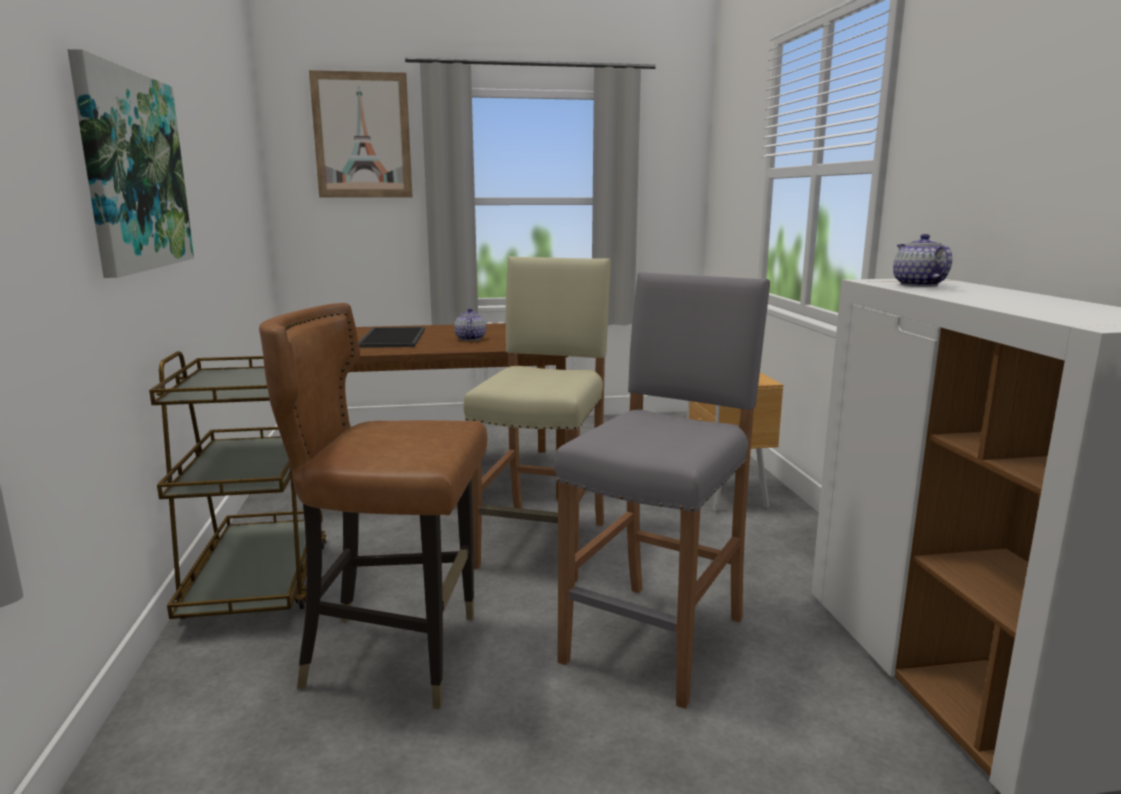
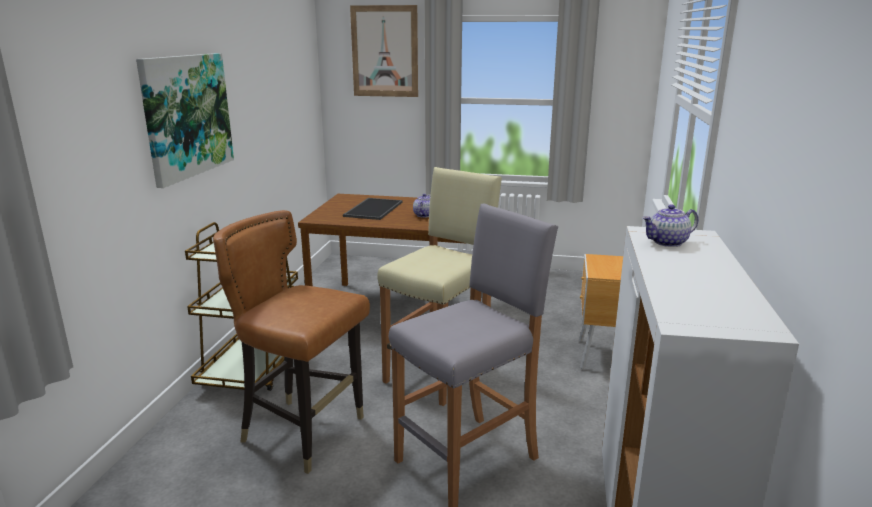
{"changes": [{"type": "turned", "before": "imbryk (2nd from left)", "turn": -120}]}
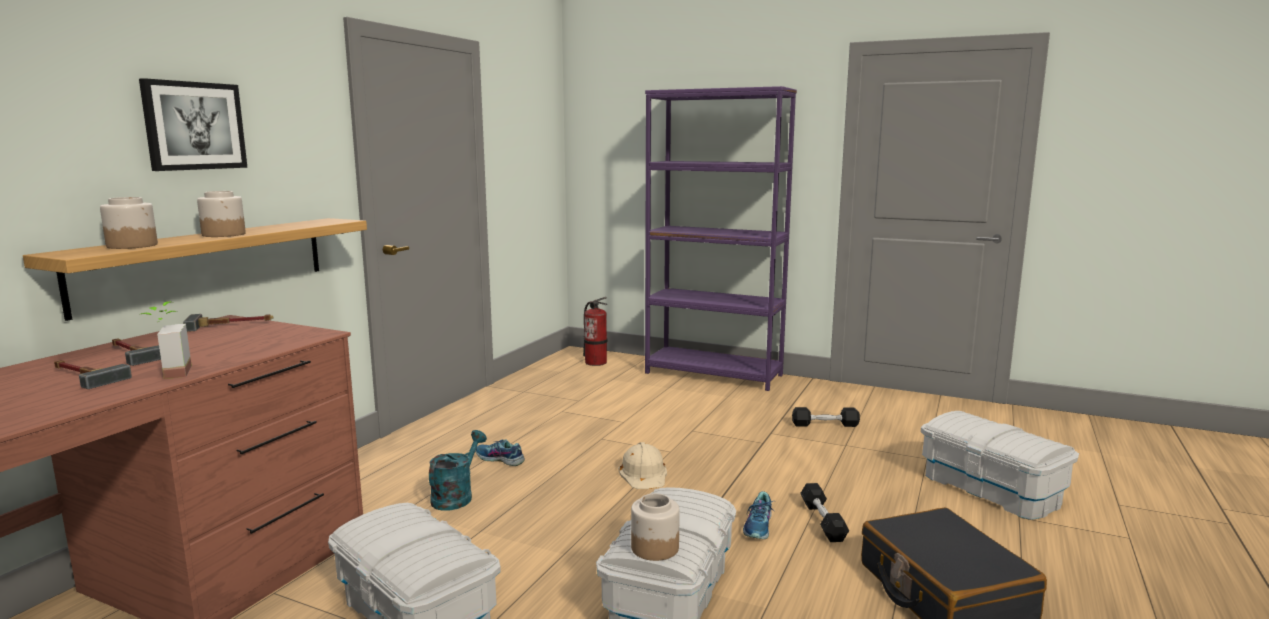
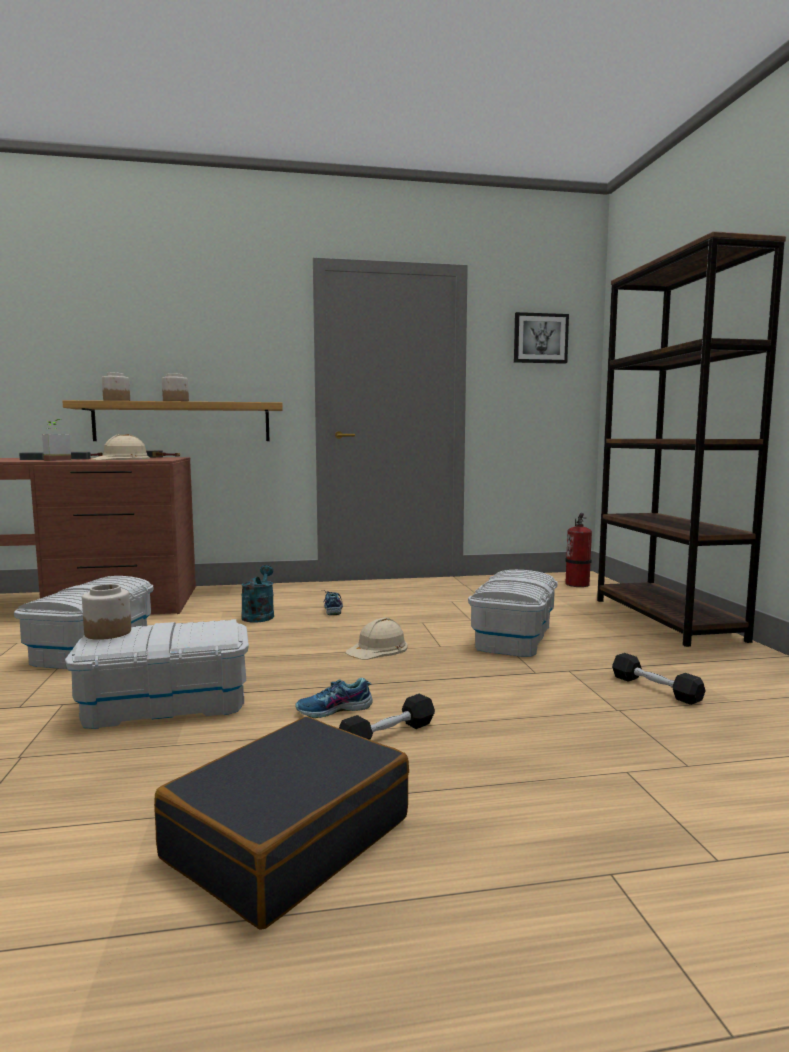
{"changes": [{"type": "moved", "before": "obraz"}, {"type": "recoloured", "before": "regał/fioletowy", "after": "regał/brązowy"}, {"type": "moved", "before": "pojemnik do przechowywania/biały (3rd from left)"}, {"type": "turned", "before": "konewka/turkusowy", "turn": -75}, {"type": "added", "after": "kask/beżowy (1st from left)"}]}
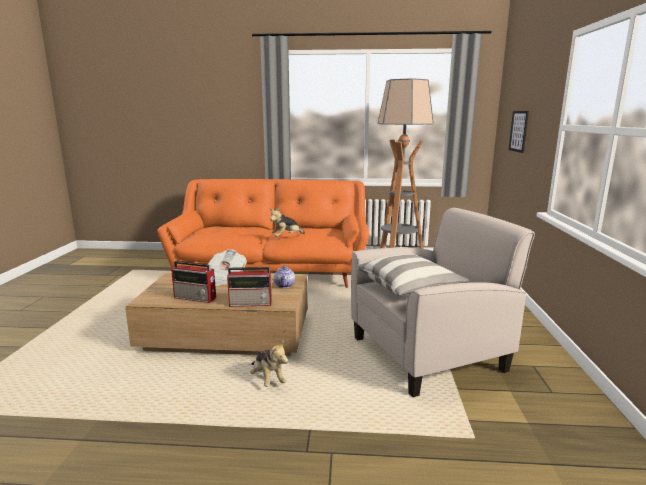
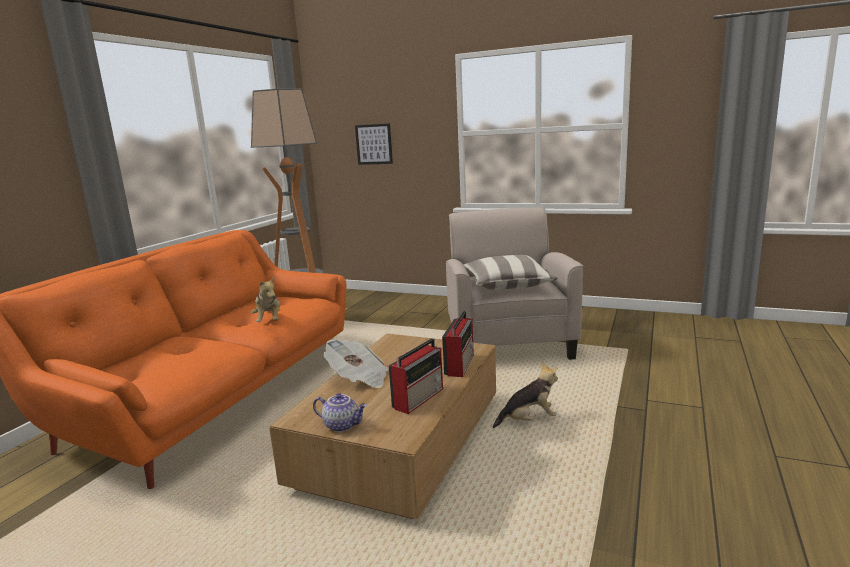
{"changes": [{"type": "moved", "before": "imbryk"}]}
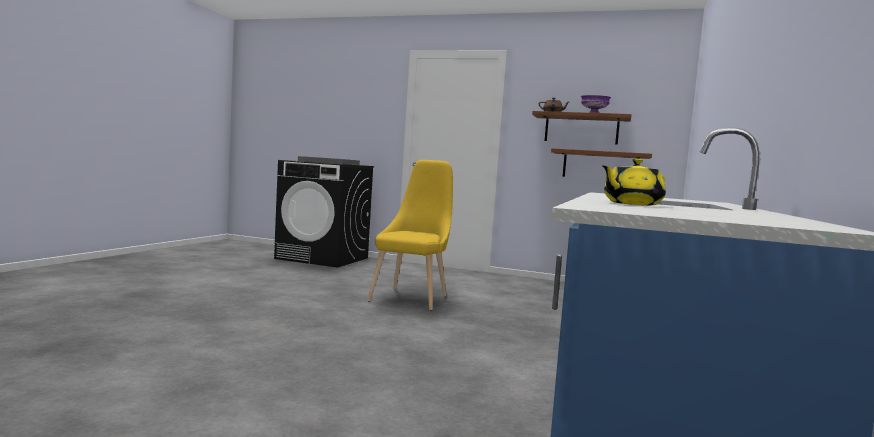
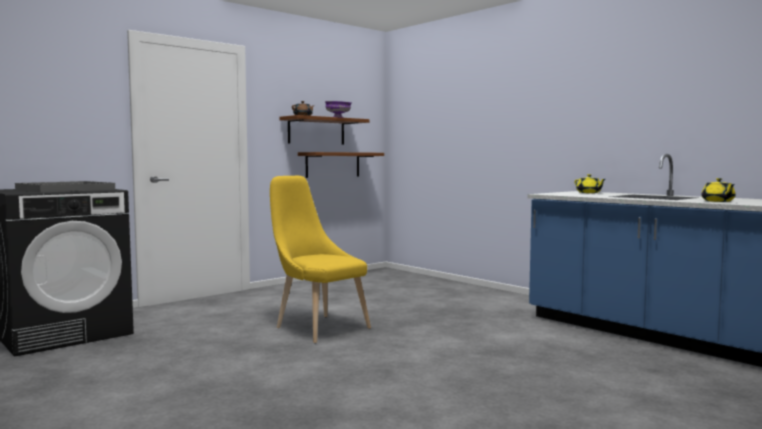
{"changes": [{"type": "added", "after": "imbryk/żółty (1st from left)"}]}
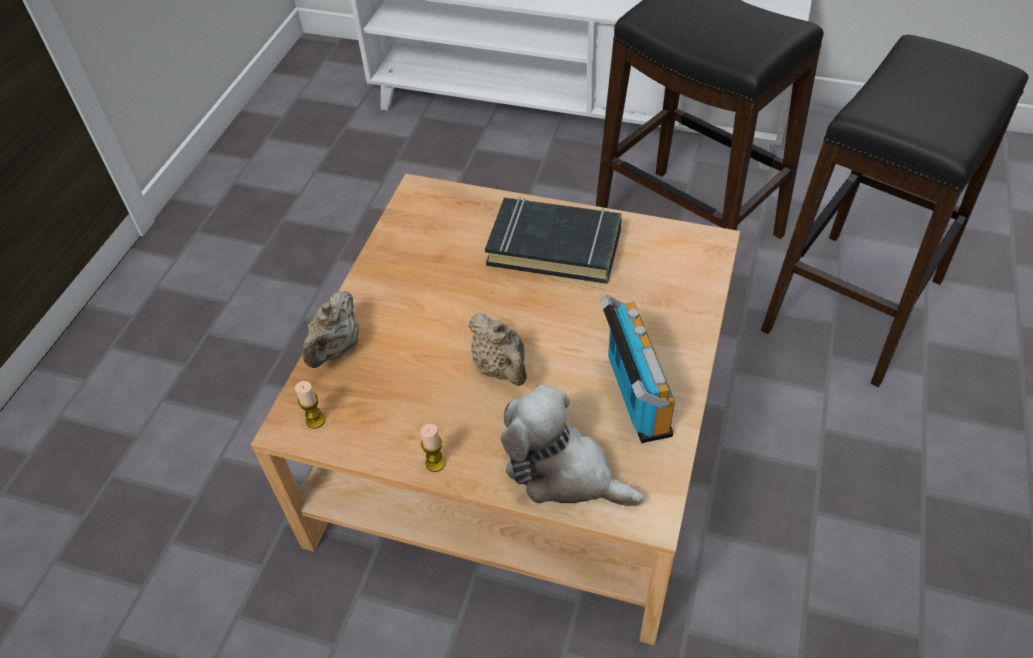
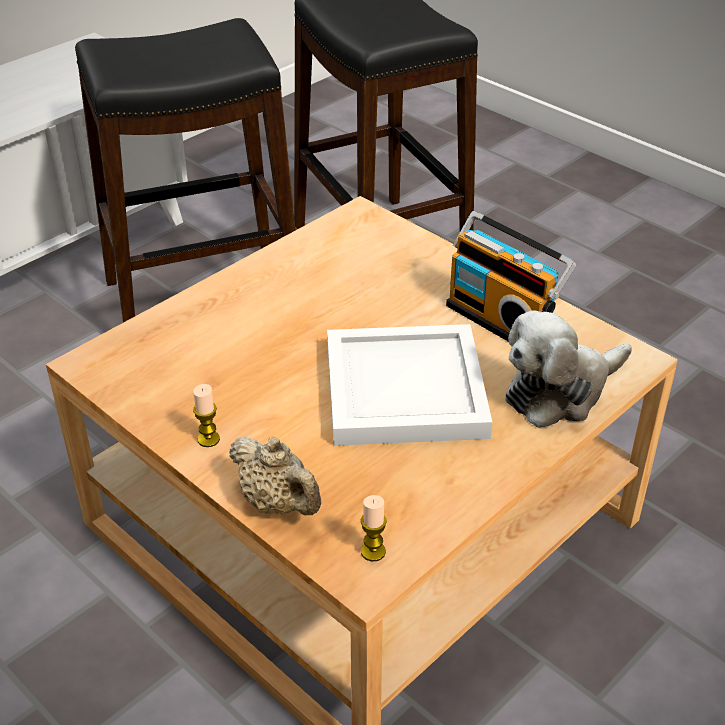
{"changes": [{"type": "removed", "before": "książka/czarny"}, {"type": "turned", "before": "radio", "turn": -150}, {"type": "replaced", "before": "imbryk/beżowy (2nd from left)", "after": "taca/biały"}, {"type": "moved", "before": "świeca (2nd from left in the first image)", "after": "świeca (1st from left)"}]}
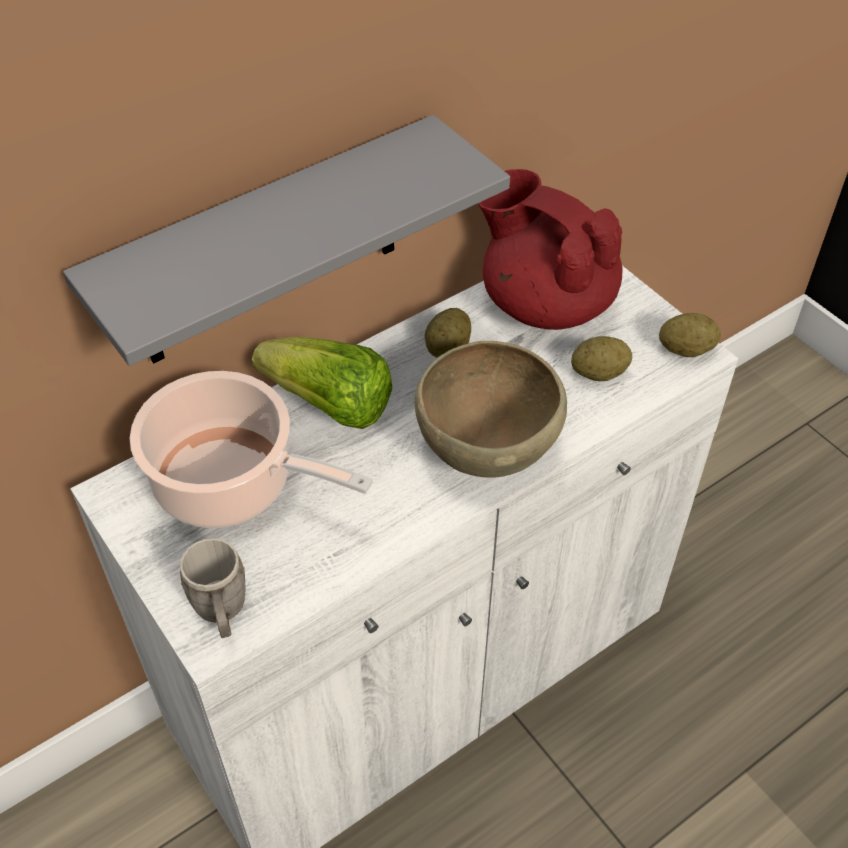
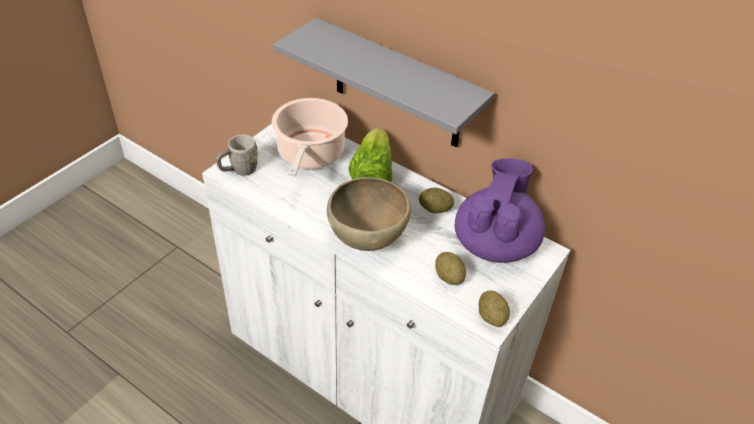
{"changes": [{"type": "recoloured", "before": "imbryk/czerwony", "after": "imbryk/fioletowy"}]}
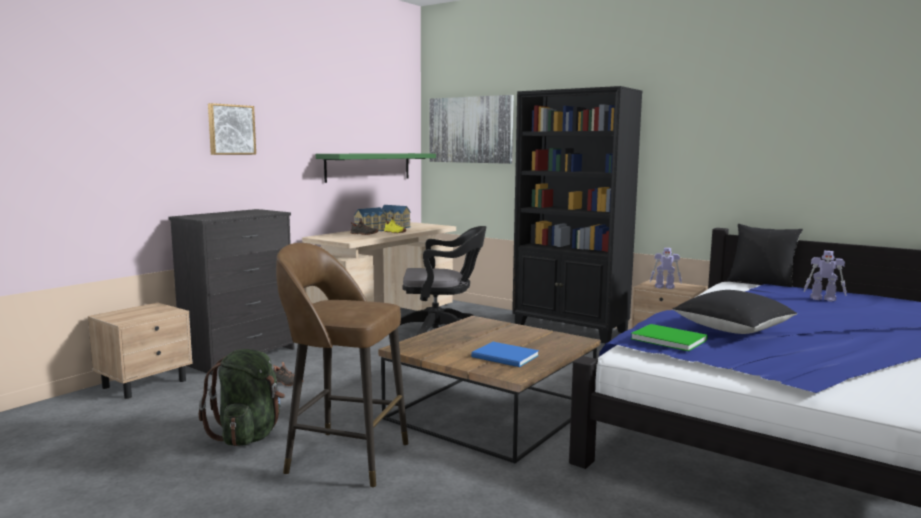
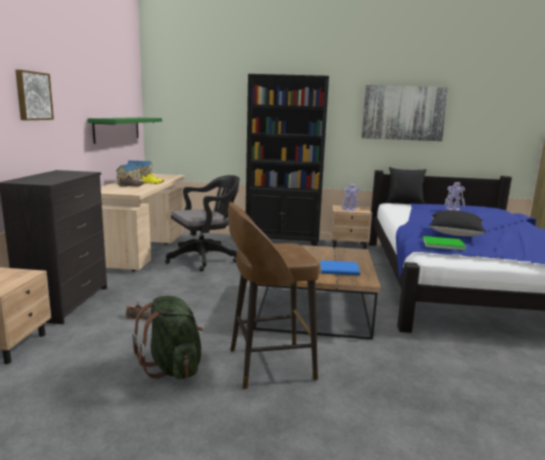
{"changes": [{"type": "moved", "before": "obraz (2nd from left)"}]}
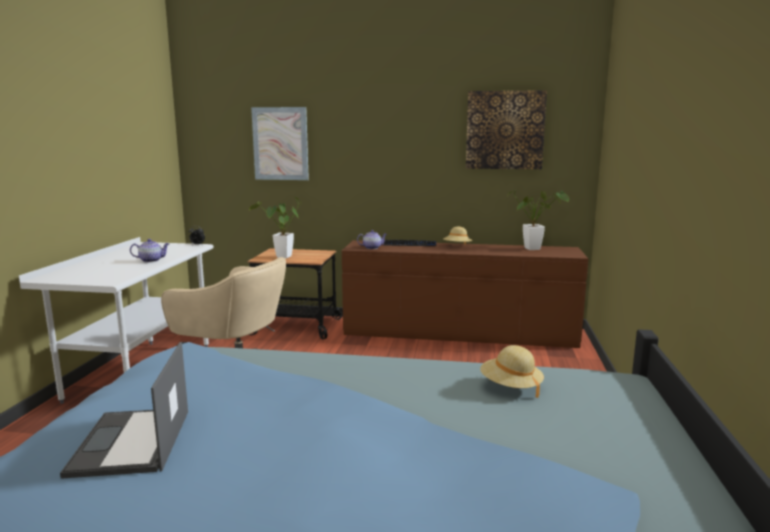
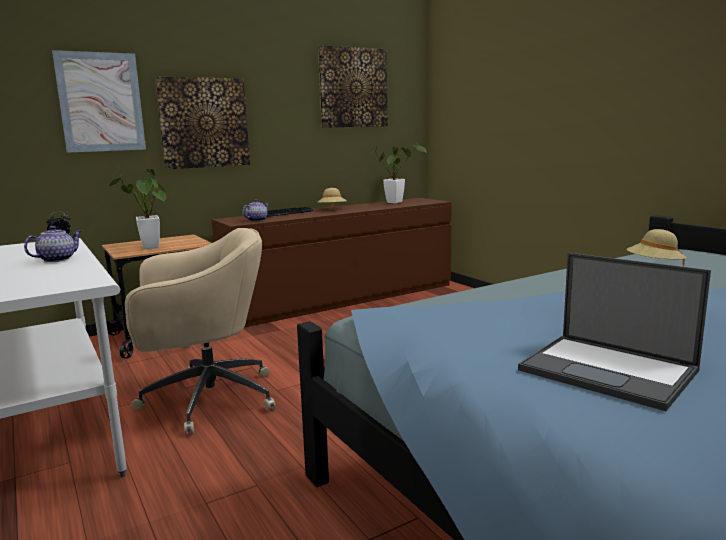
{"changes": [{"type": "added", "after": "obraz (2nd from left)"}]}
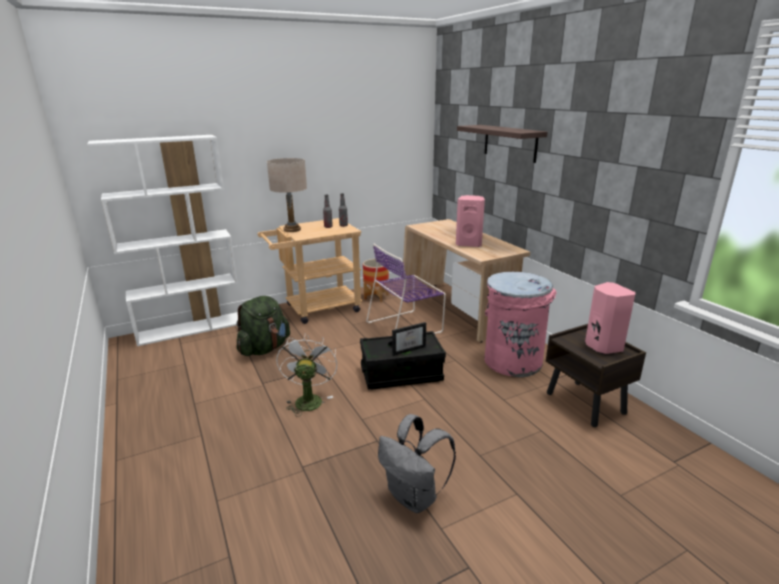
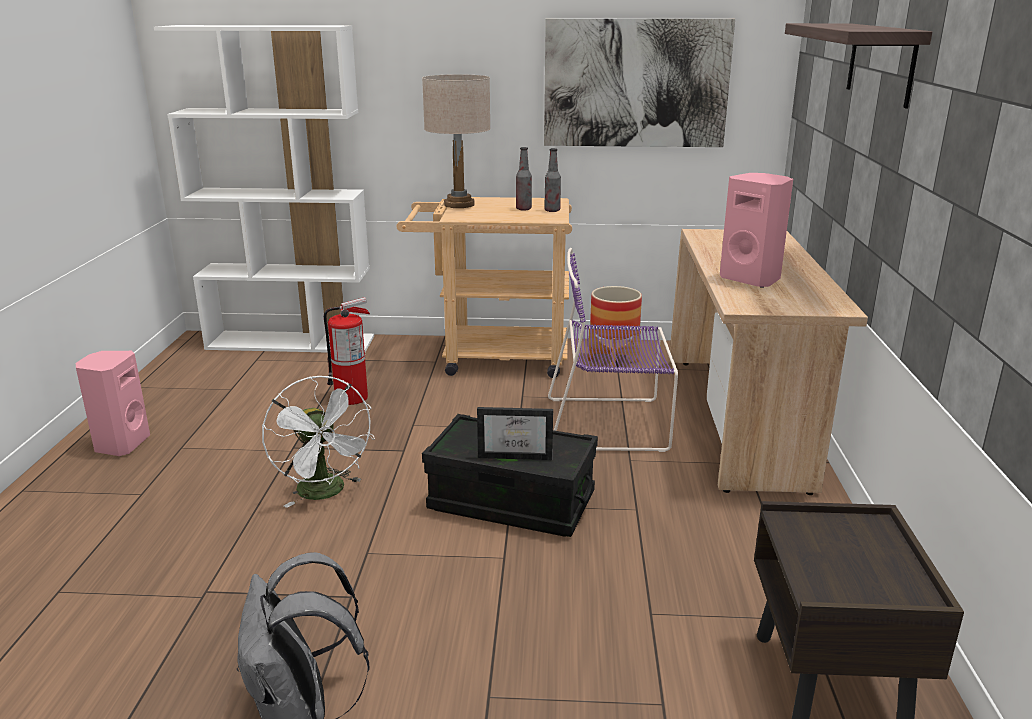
{"changes": [{"type": "removed", "before": "kosz na śmieci/różowy"}, {"type": "moved", "before": "głośnik/różowy (2nd from left in the first image)", "after": "głośnik/różowy (1st from left)"}, {"type": "replaced", "before": "plecak/zielony", "after": "gaśnica"}, {"type": "turned", "before": "wentylator/biały", "turn": 120}, {"type": "added", "after": "obraz"}]}
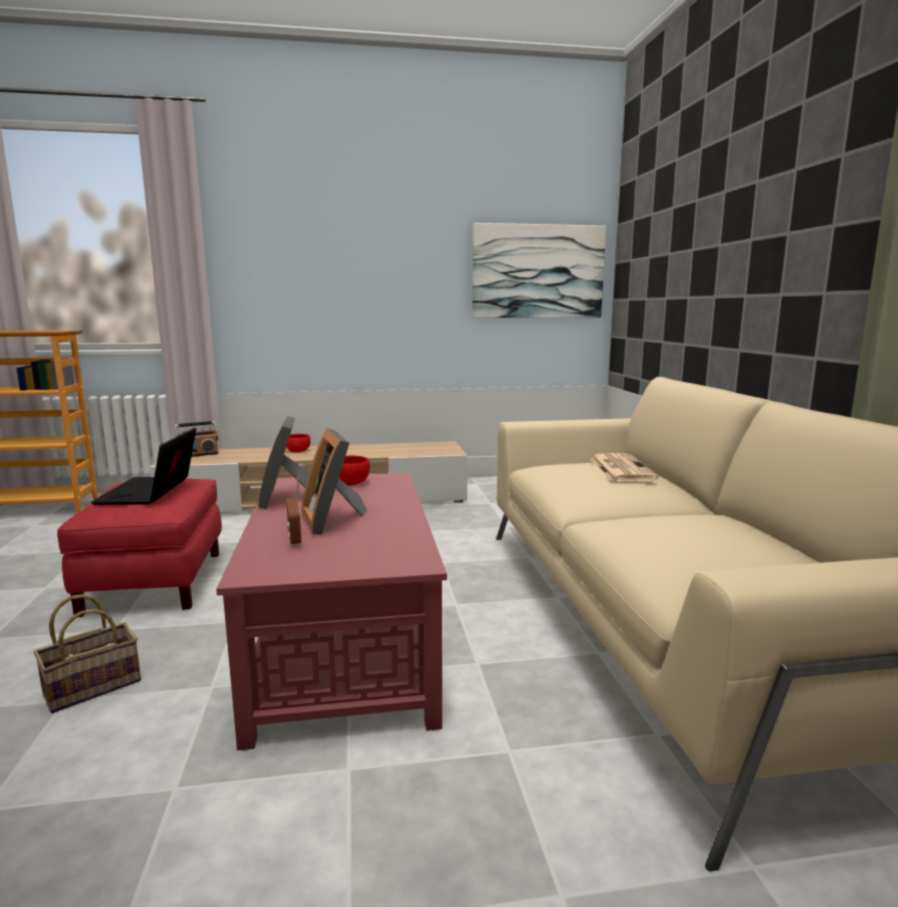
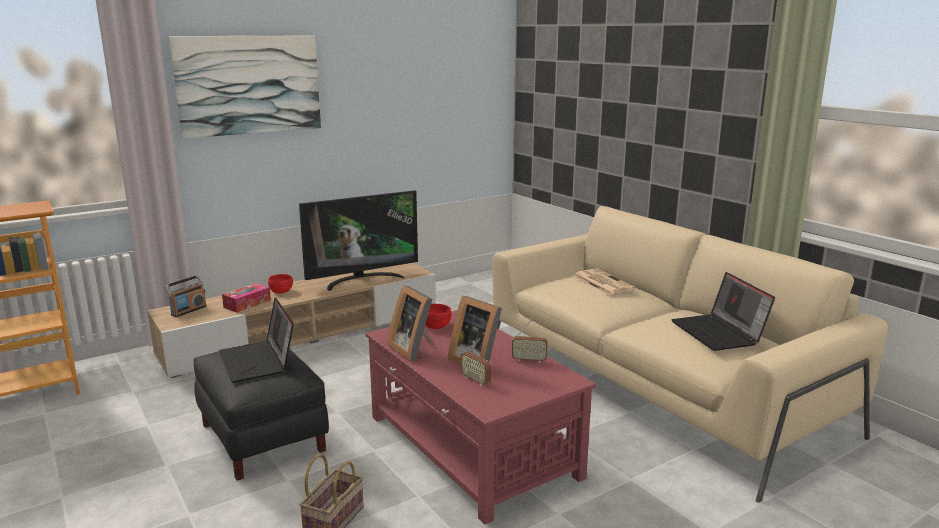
{"changes": [{"type": "moved", "before": "obraz"}, {"type": "recoloured", "before": "pufa/czerwony", "after": "pufa/czarny"}, {"type": "added", "after": "telewizor"}, {"type": "added", "after": "laptop (2nd from left)"}, {"type": "added", "after": "pudełko chusteczek"}, {"type": "added", "after": "radio (3rd from left)"}]}
